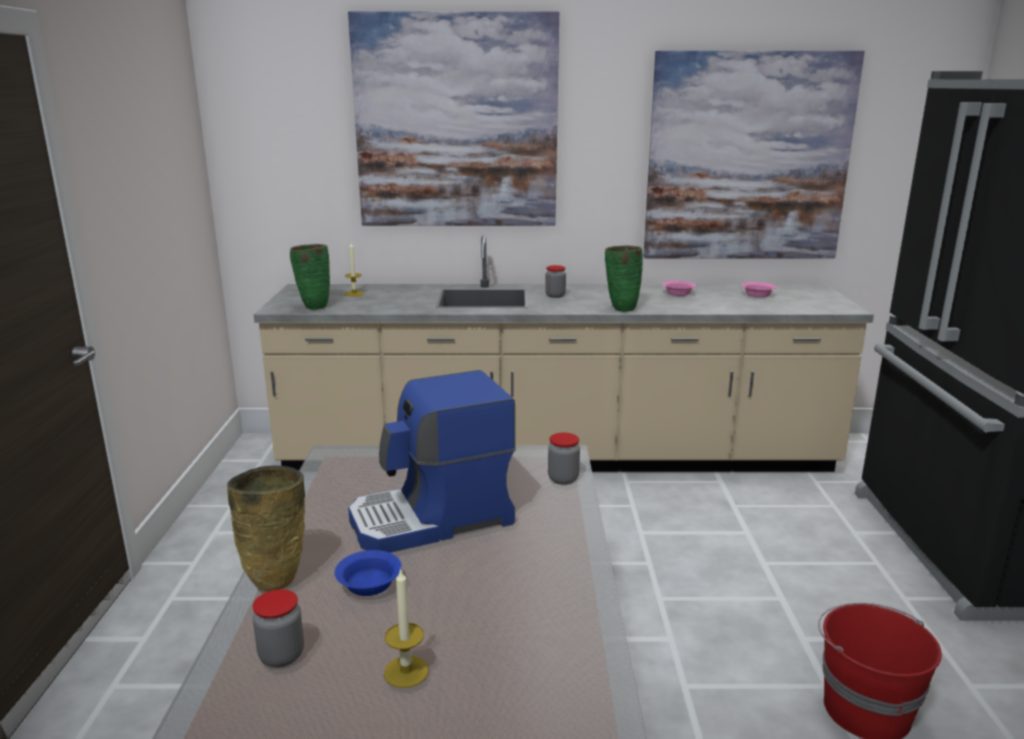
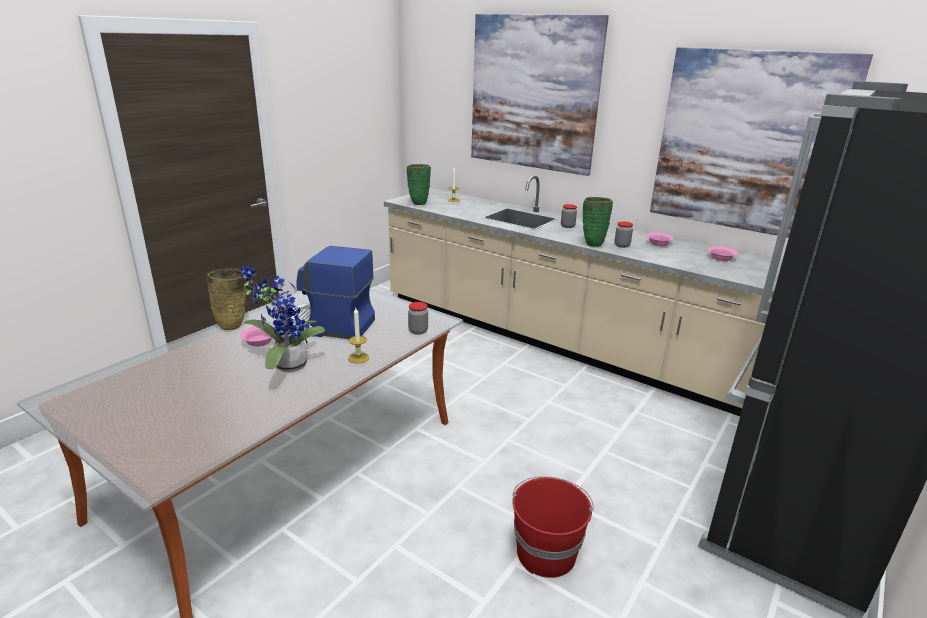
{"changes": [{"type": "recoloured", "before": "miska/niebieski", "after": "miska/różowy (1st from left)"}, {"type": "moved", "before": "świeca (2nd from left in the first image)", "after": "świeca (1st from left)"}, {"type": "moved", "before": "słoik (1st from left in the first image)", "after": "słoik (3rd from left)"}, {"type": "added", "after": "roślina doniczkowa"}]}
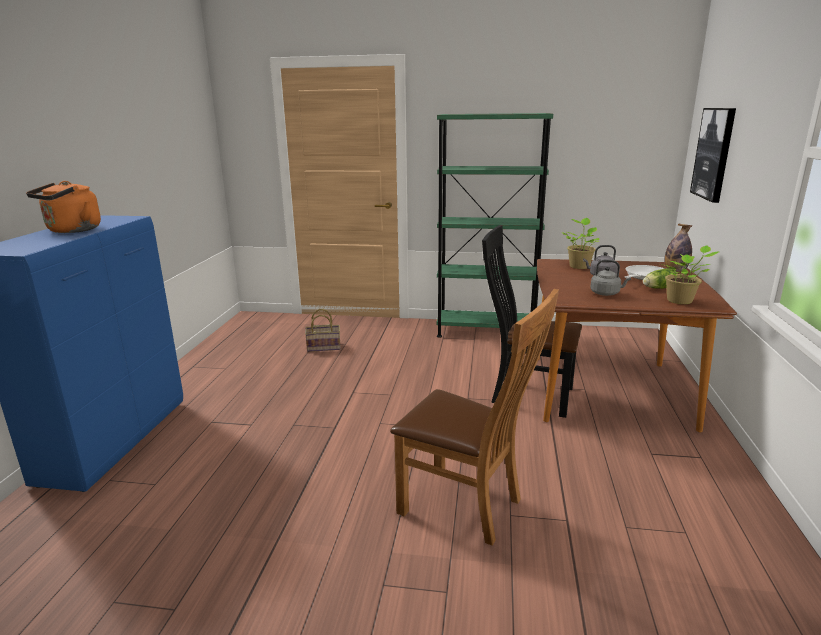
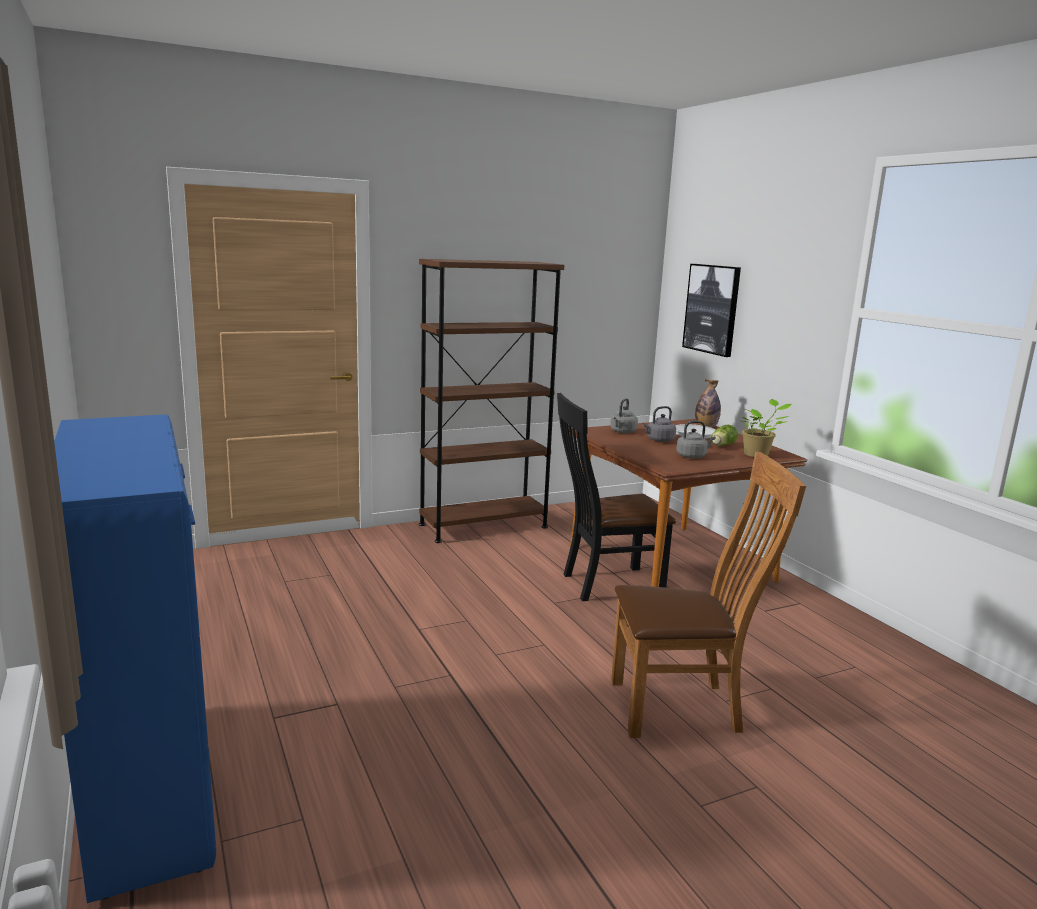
{"changes": [{"type": "recoloured", "before": "regał/zielony", "after": "regał/brązowy"}, {"type": "removed", "before": "czajnik/pomarańczowy"}, {"type": "replaced", "before": "roślina doniczkowa (1st from left)", "after": "czajnik/szary (1st from left)"}, {"type": "removed", "before": "koszyk"}]}
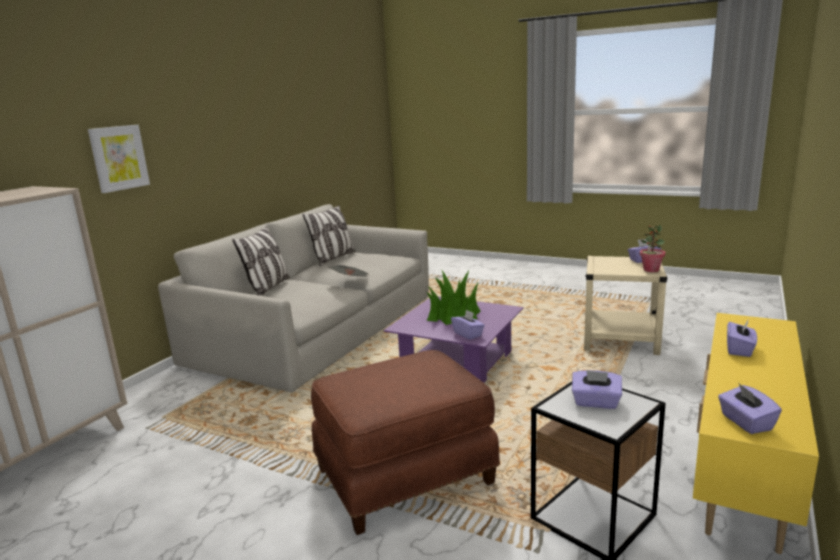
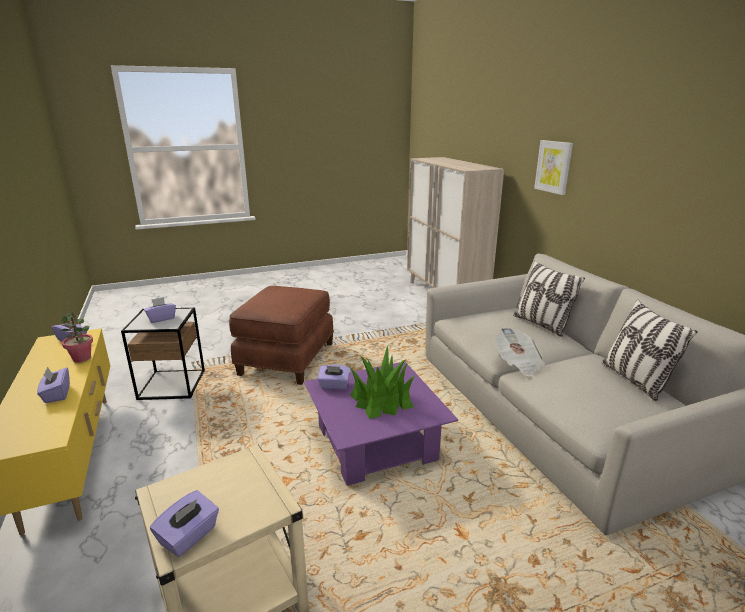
{"changes": [{"type": "moved", "before": "roślina doniczkowa (2nd from left in the first image)", "after": "roślina doniczkowa (1st from left)"}]}
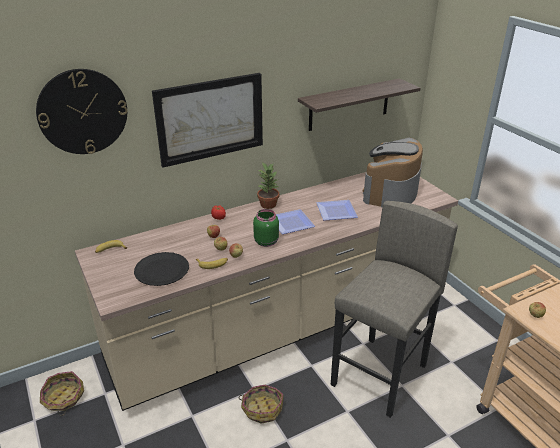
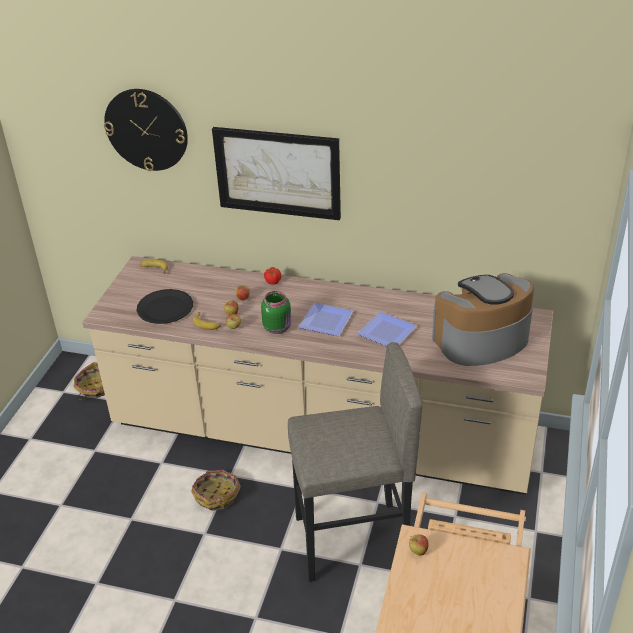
{"changes": [{"type": "removed", "before": "półka"}, {"type": "removed", "before": "roślina doniczkowa"}]}
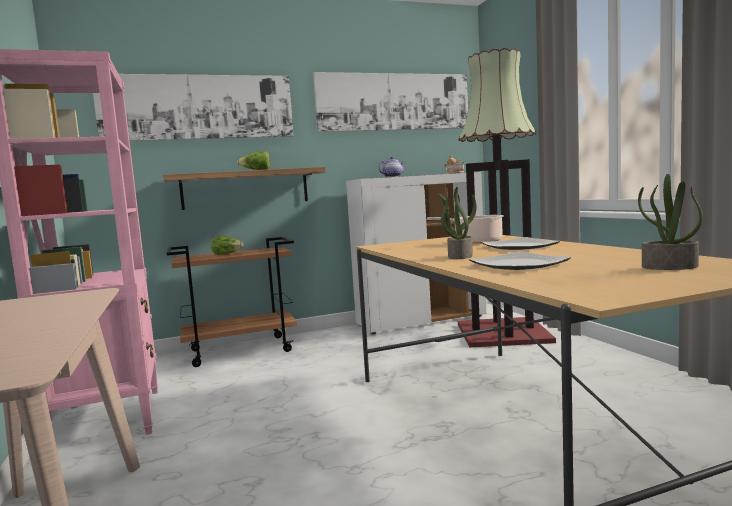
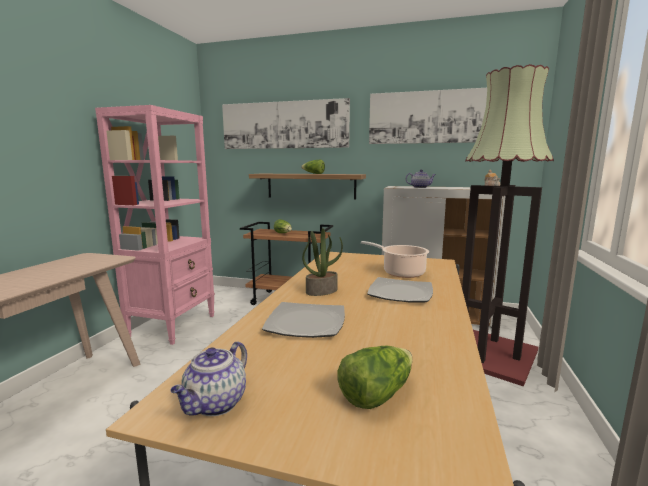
{"changes": [{"type": "replaced", "before": "roślina doniczkowa (2nd from left)", "after": "sałata (3rd from left)"}, {"type": "added", "after": "imbryk (1st from left)"}]}
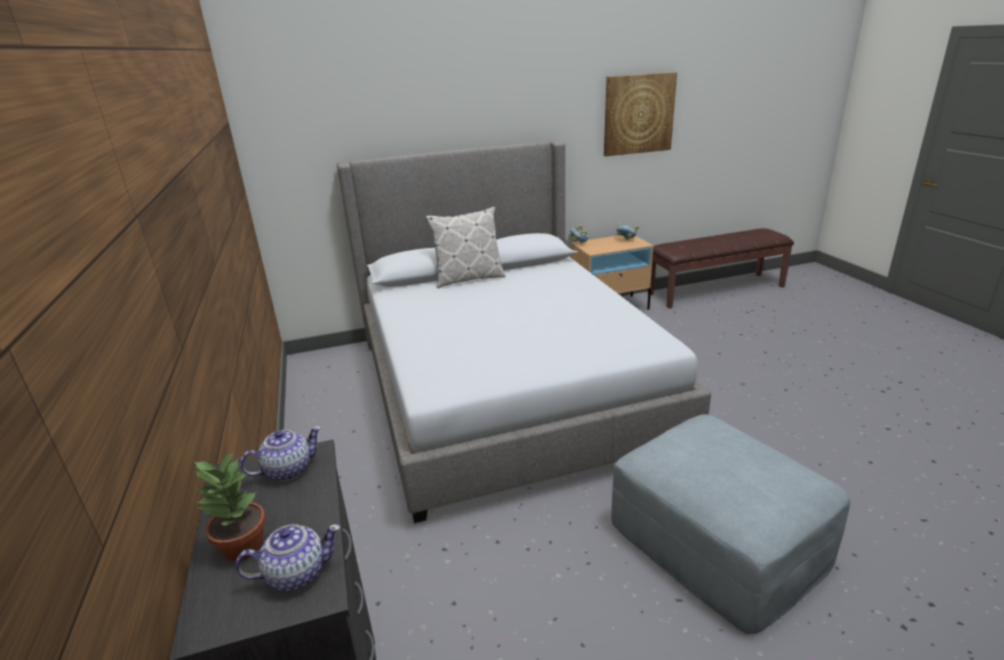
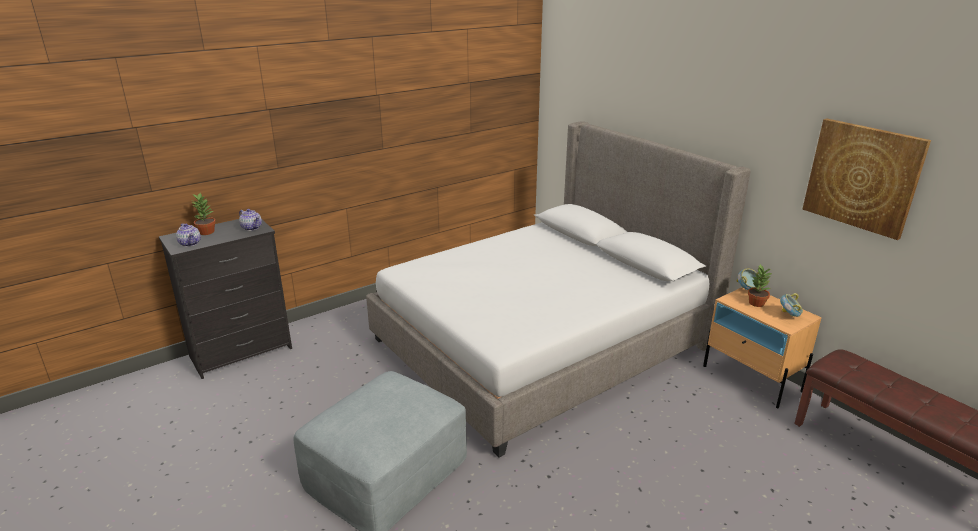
{"changes": [{"type": "removed", "before": "poduszka"}, {"type": "added", "after": "roślina doniczkowa (2nd from left)"}]}
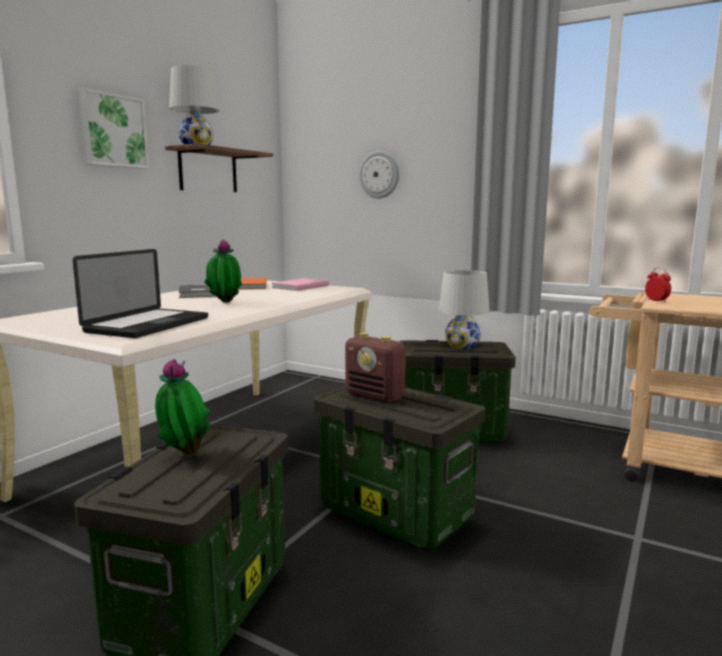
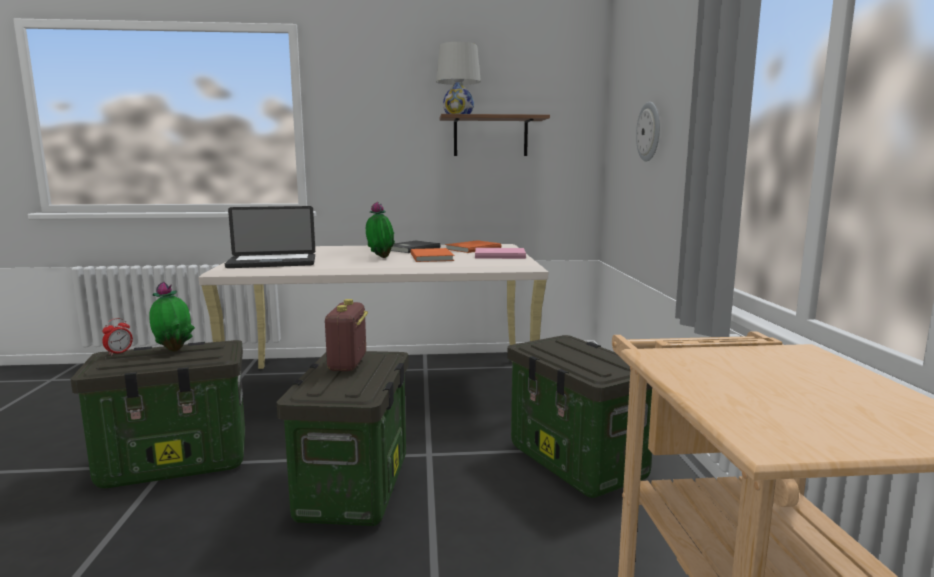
{"changes": [{"type": "removed", "before": "obraz"}, {"type": "moved", "before": "budzik"}, {"type": "removed", "before": "lampa stołowa/biały (2nd from left)"}, {"type": "added", "after": "książka/pomarańczowy (1st from left)"}]}
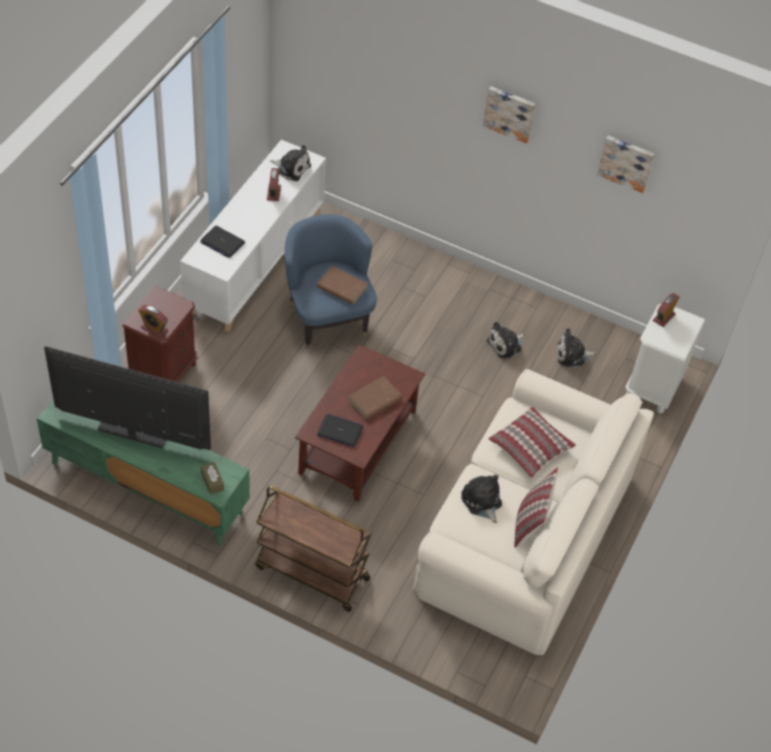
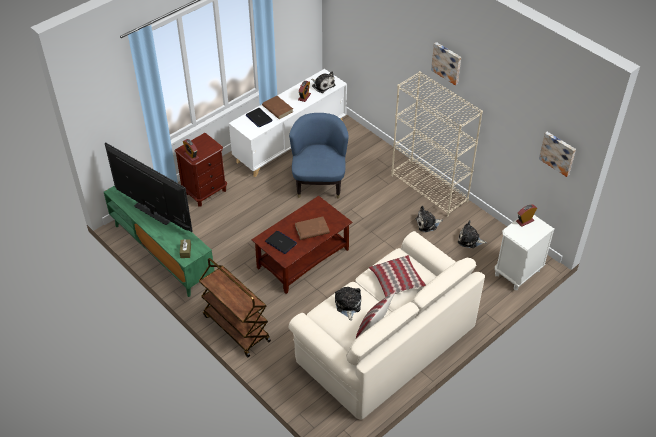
{"changes": [{"type": "moved", "before": "obraz (2nd from left)"}, {"type": "moved", "before": "książka/brązowy (1st from left)"}, {"type": "added", "after": "regał/beżowy"}]}
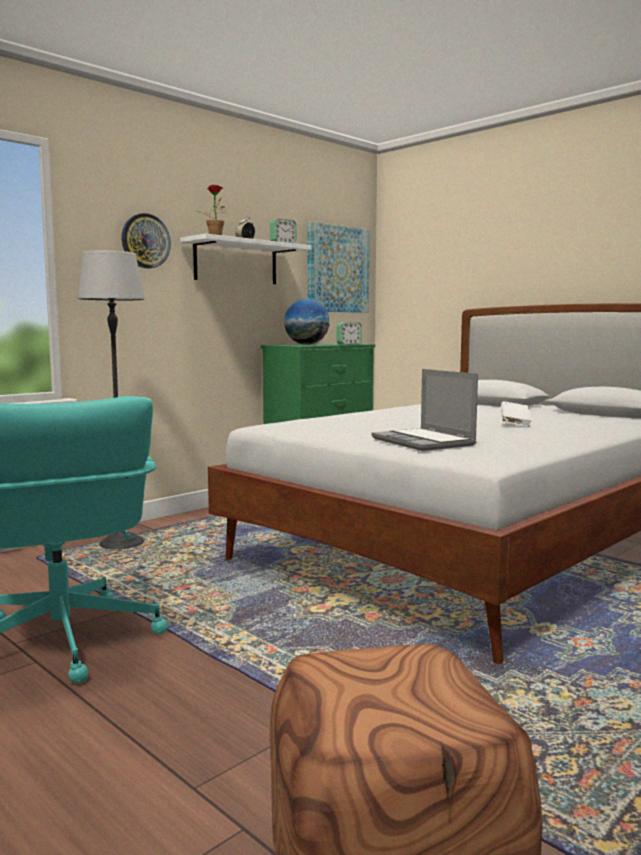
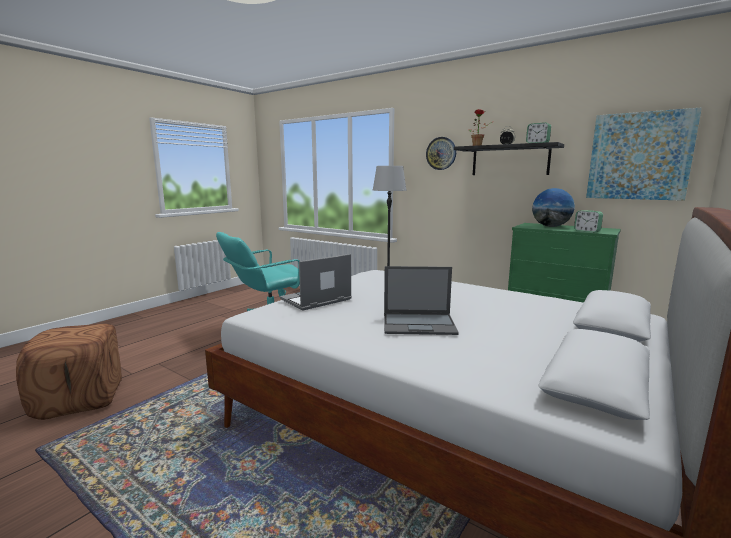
{"changes": [{"type": "recoloured", "before": "półka/biały", "after": "półka/czarny"}, {"type": "replaced", "before": "książka/biały", "after": "laptop (2nd from left)"}]}
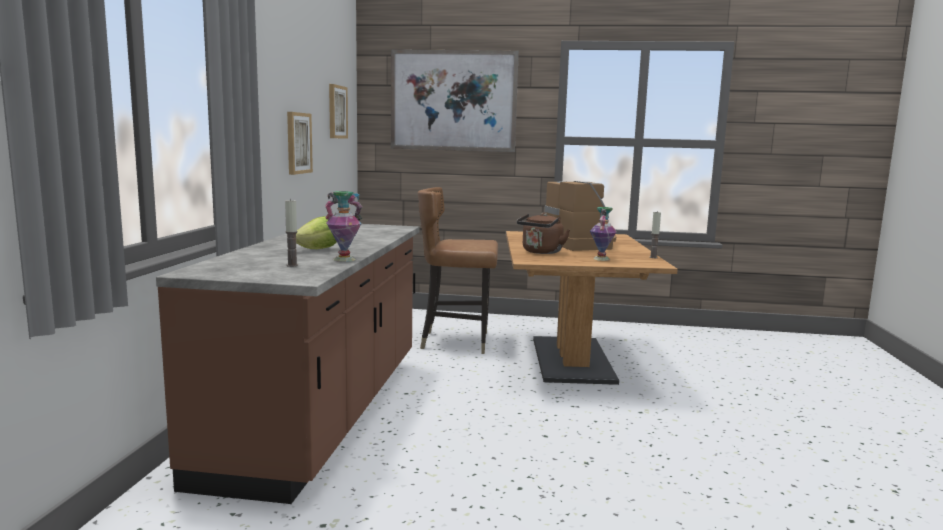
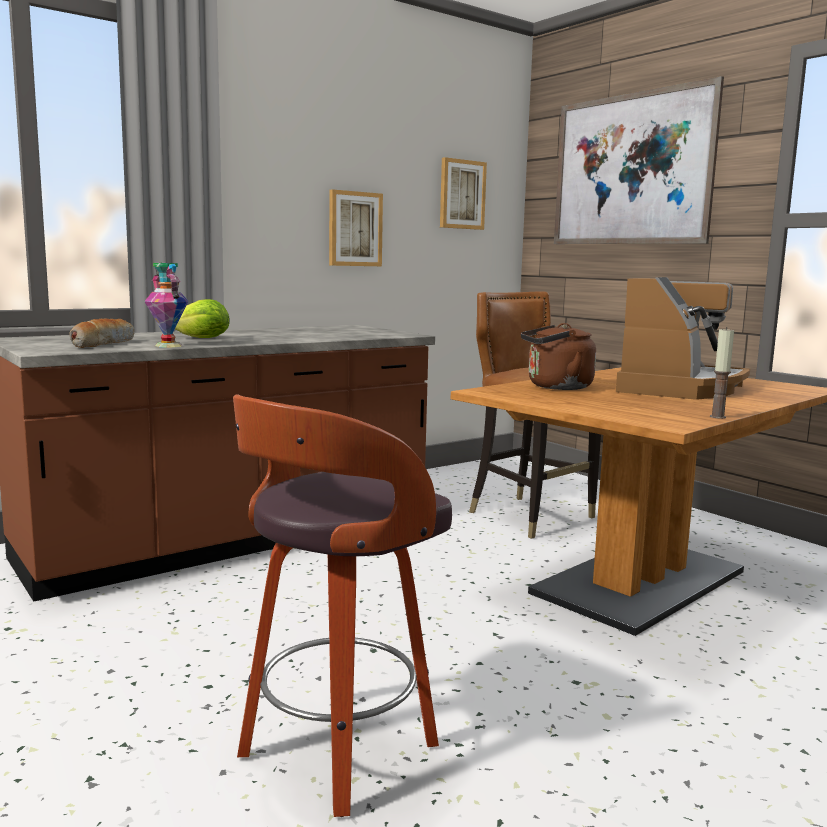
{"changes": [{"type": "replaced", "before": "świeca (1st from left)", "after": "chleb"}, {"type": "removed", "before": "wazon (2nd from left)"}, {"type": "added", "after": "stołek"}]}
